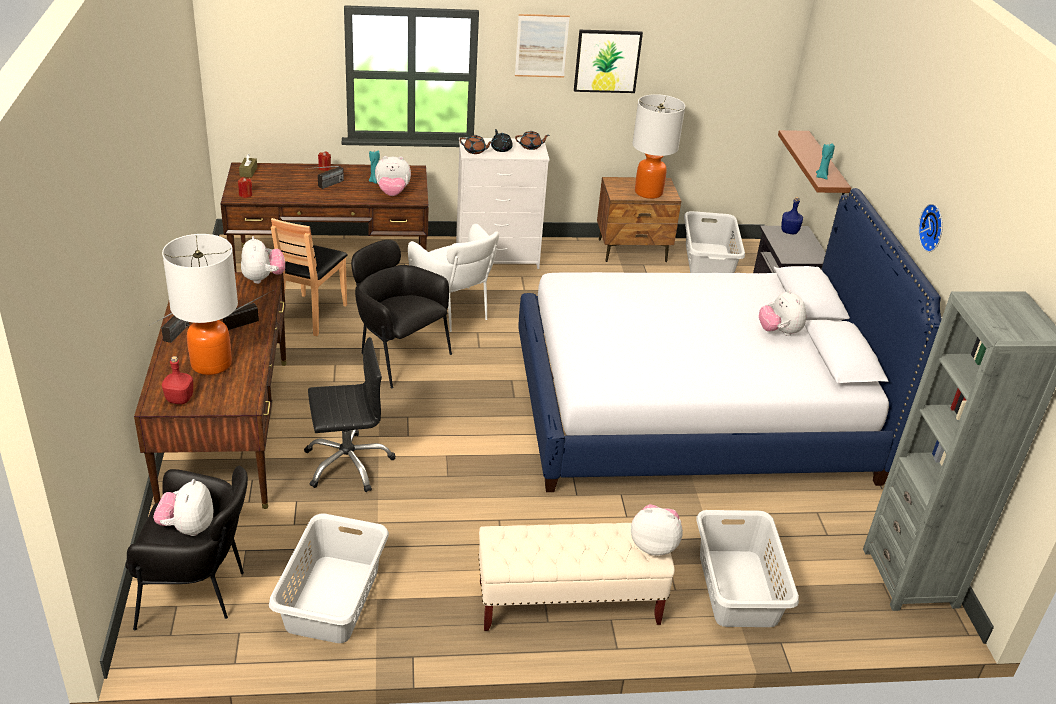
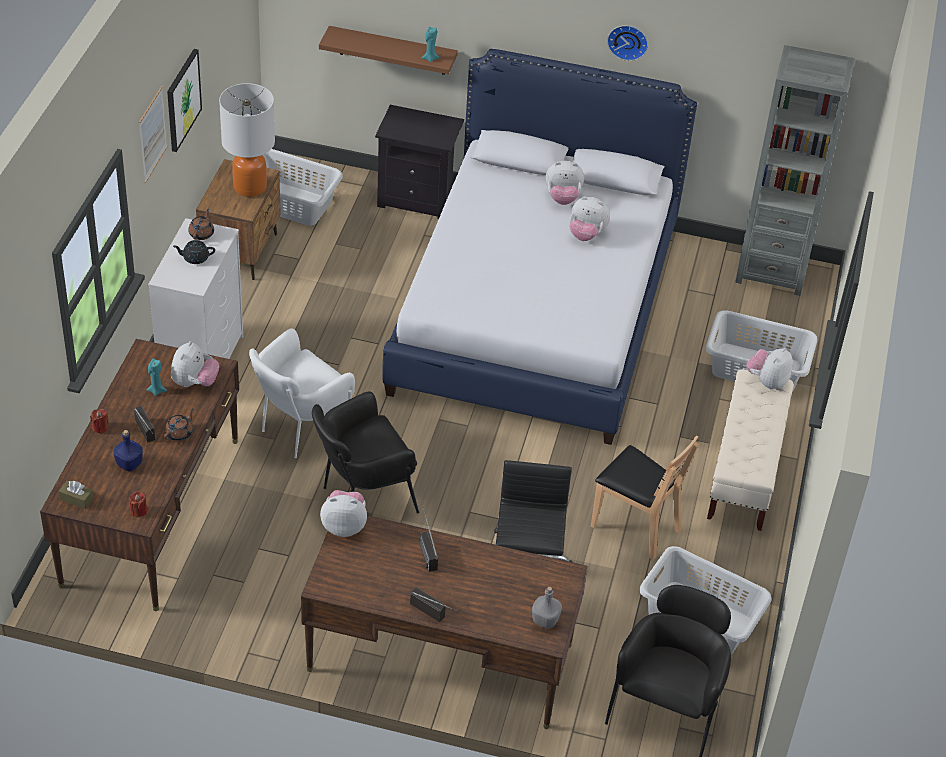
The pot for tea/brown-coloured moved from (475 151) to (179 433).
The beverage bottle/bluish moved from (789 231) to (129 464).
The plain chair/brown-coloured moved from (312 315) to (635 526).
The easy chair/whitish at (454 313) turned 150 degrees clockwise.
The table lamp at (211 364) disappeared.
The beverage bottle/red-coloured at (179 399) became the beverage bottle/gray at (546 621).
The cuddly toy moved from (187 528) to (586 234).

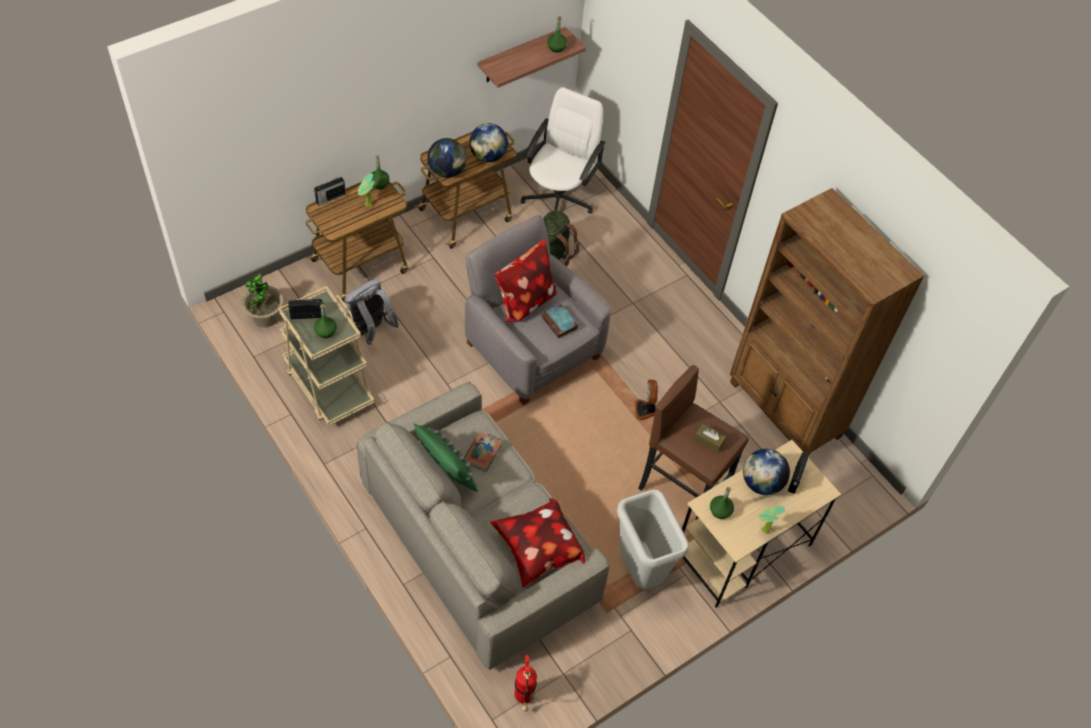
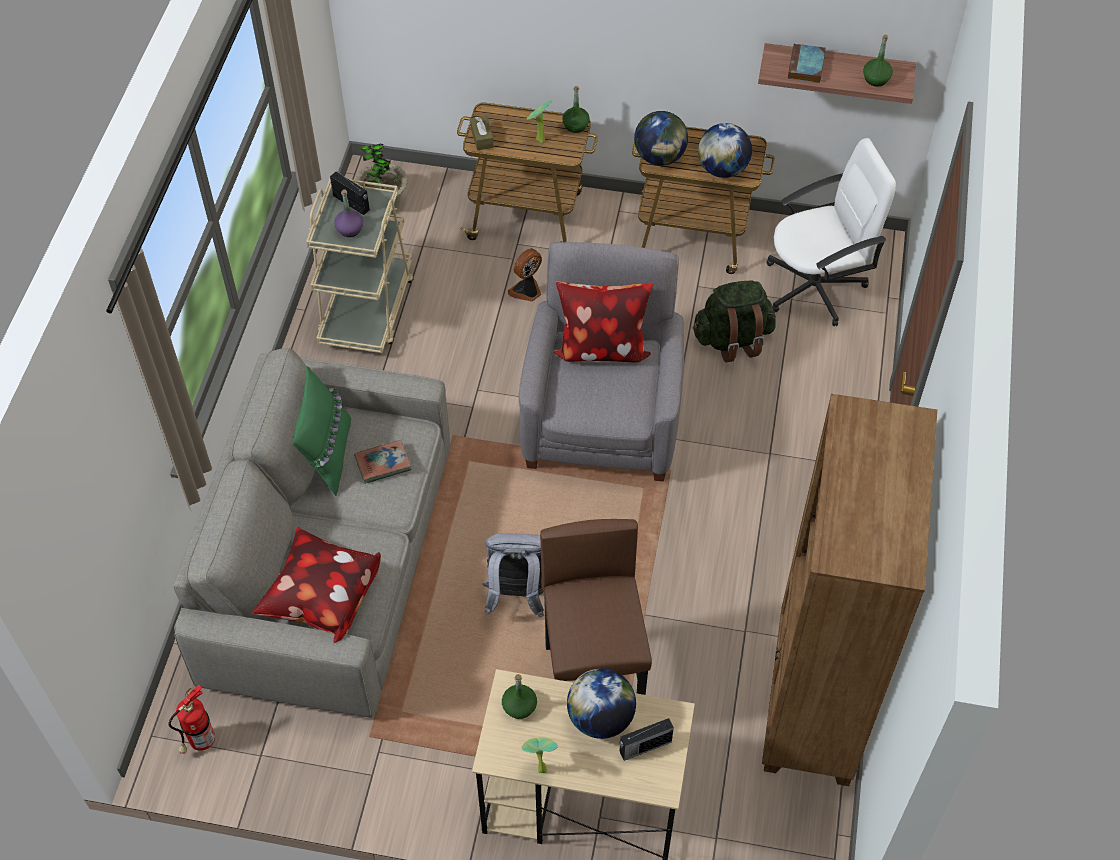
The radio receiver at (330 198) disappeared.
The knapsack/gray moved from (370 331) to (517 596).
The beverage bottle/green at (326 331) became the beverage bottle/purplish at (350 229).
The book moved from (560 323) to (806 67).
The electric fan moved from (646 410) to (527 291).
The tissue box/brown-coloured moved from (709 441) to (482 138).
The trash can/gray at (639 571) disappeared.

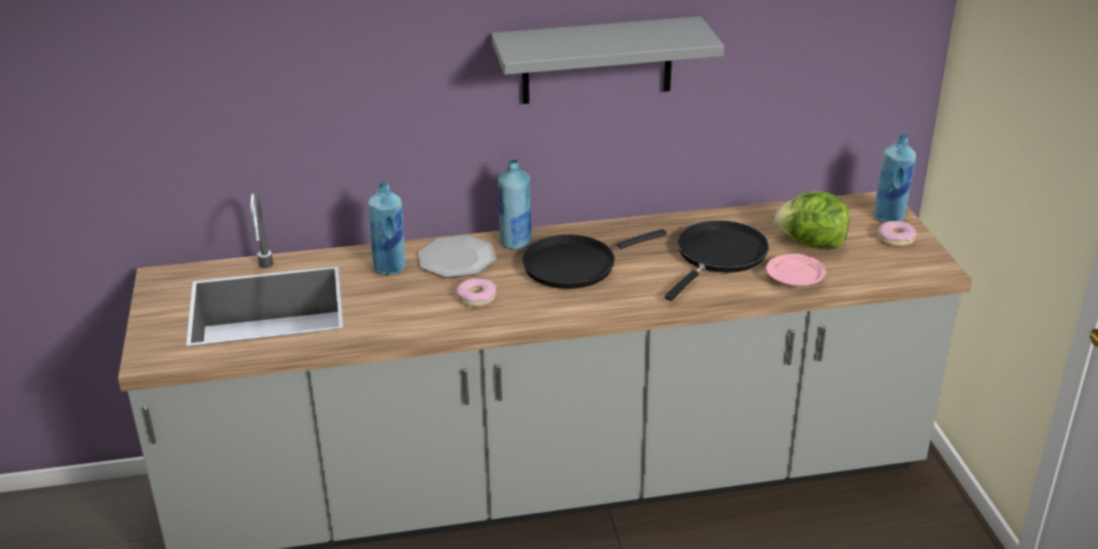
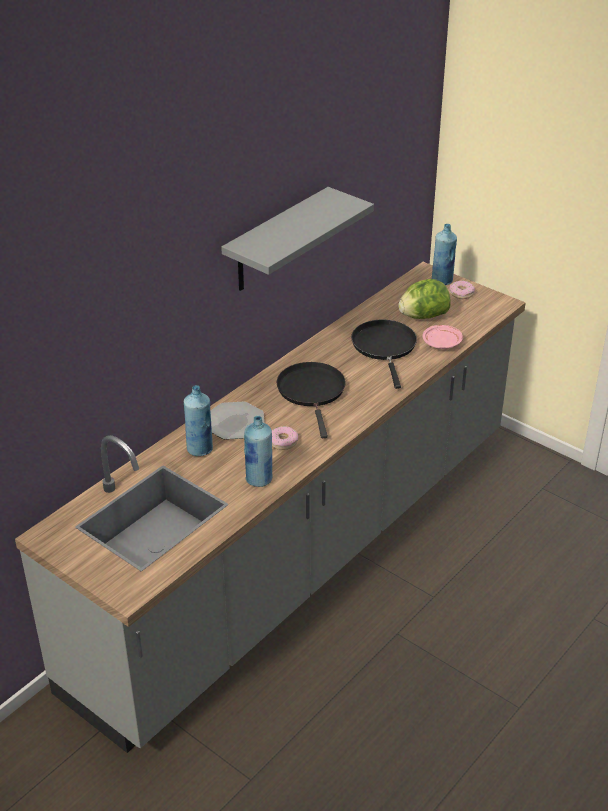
The beverage bottle/bluish moved from (515 243) to (259 479).
The pan/blackish at (575 265) turned 150 degrees clockwise.

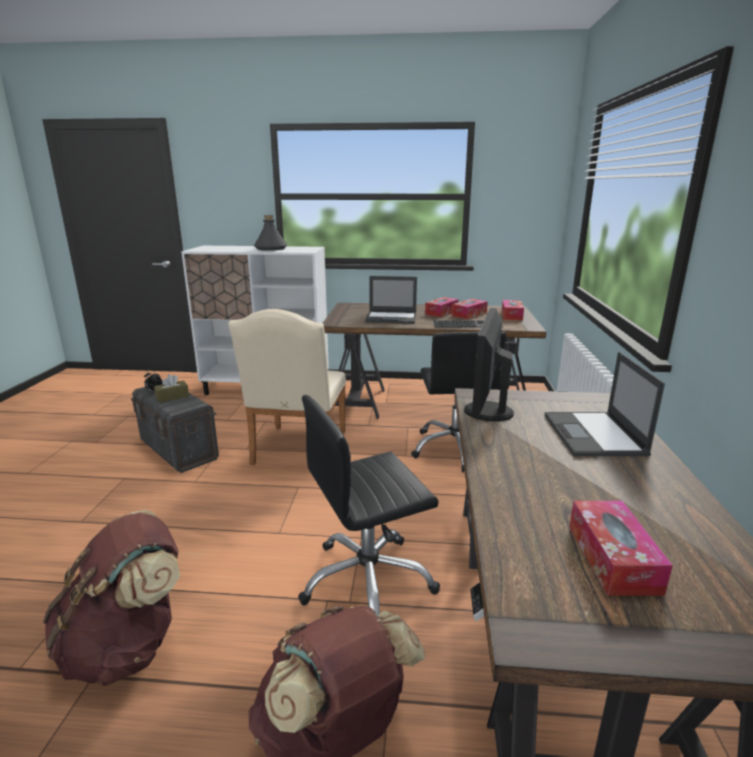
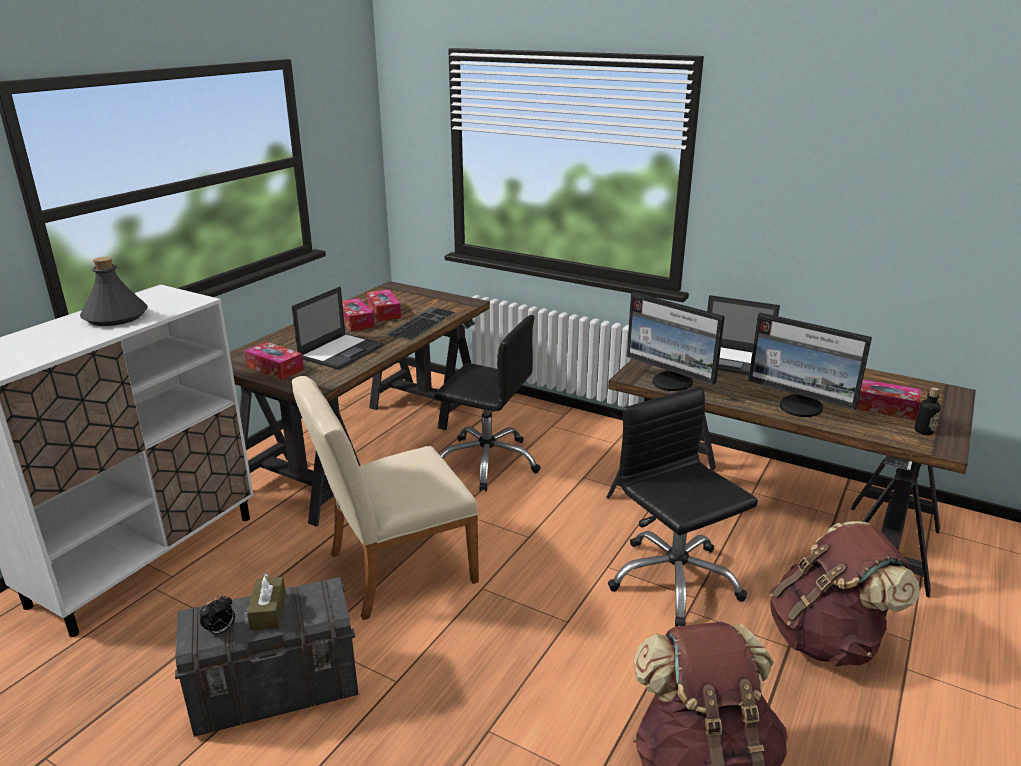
The tissue box moved from (511 315) to (275 368).
The plain chair/beige at (297 450) turned 120 degrees clockwise.
The computer chair/blackish at (368 582) turned 150 degrees clockwise.
The computer screen at (801 407) appeared.
The beverage bottle at (923 431) appeared.

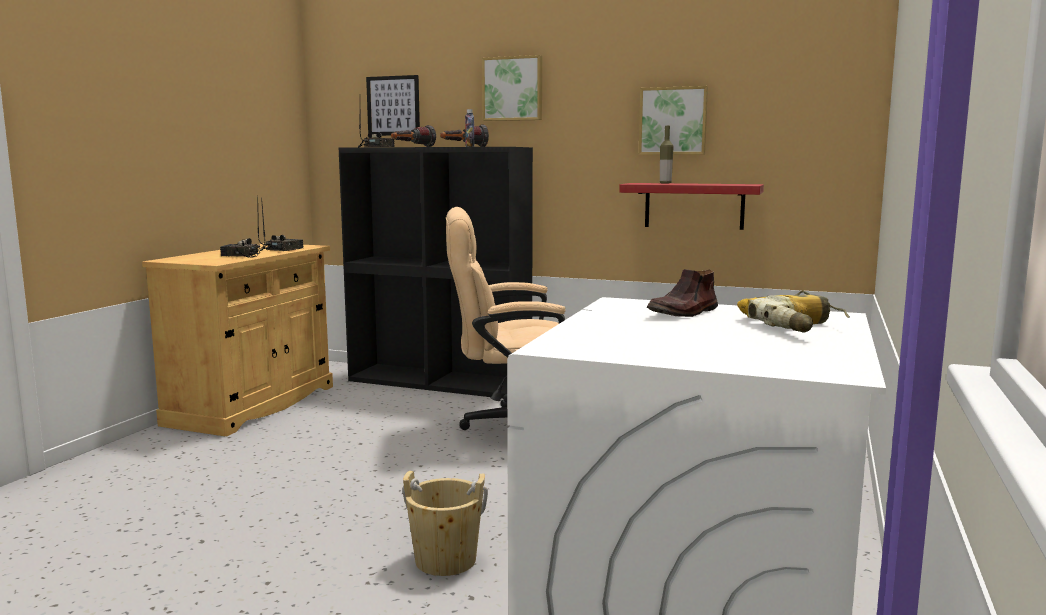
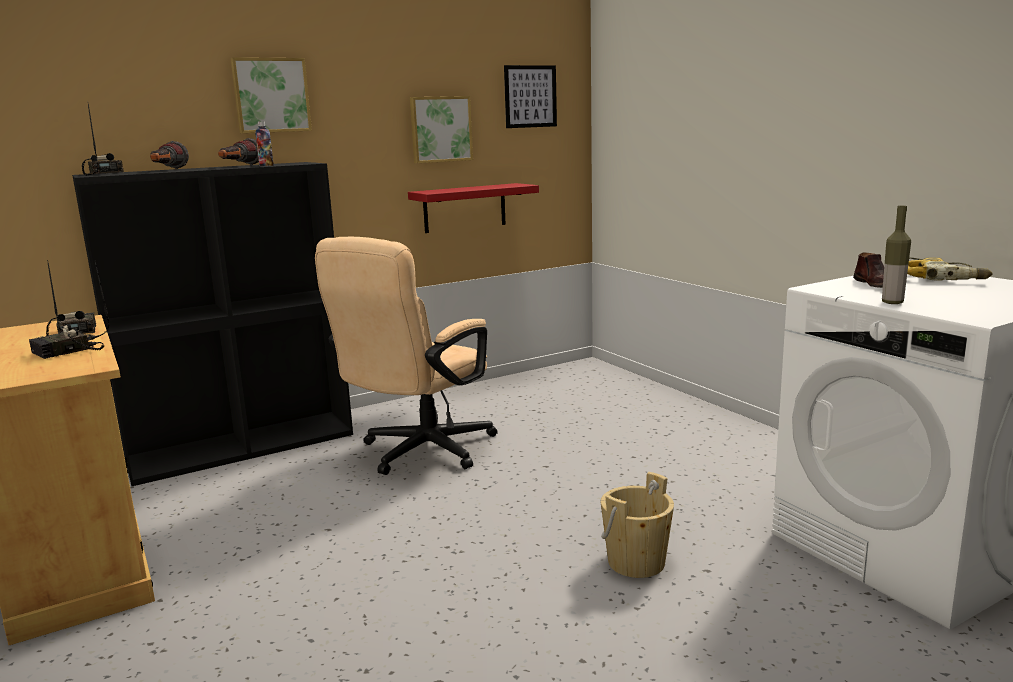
The wall art moved from (393 106) to (530 96).
The beverage bottle moved from (665 183) to (892 302).

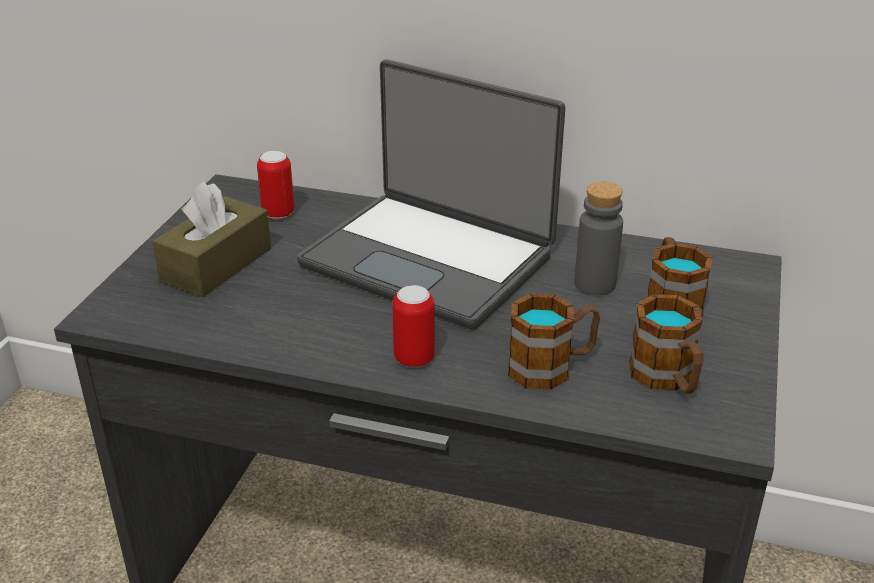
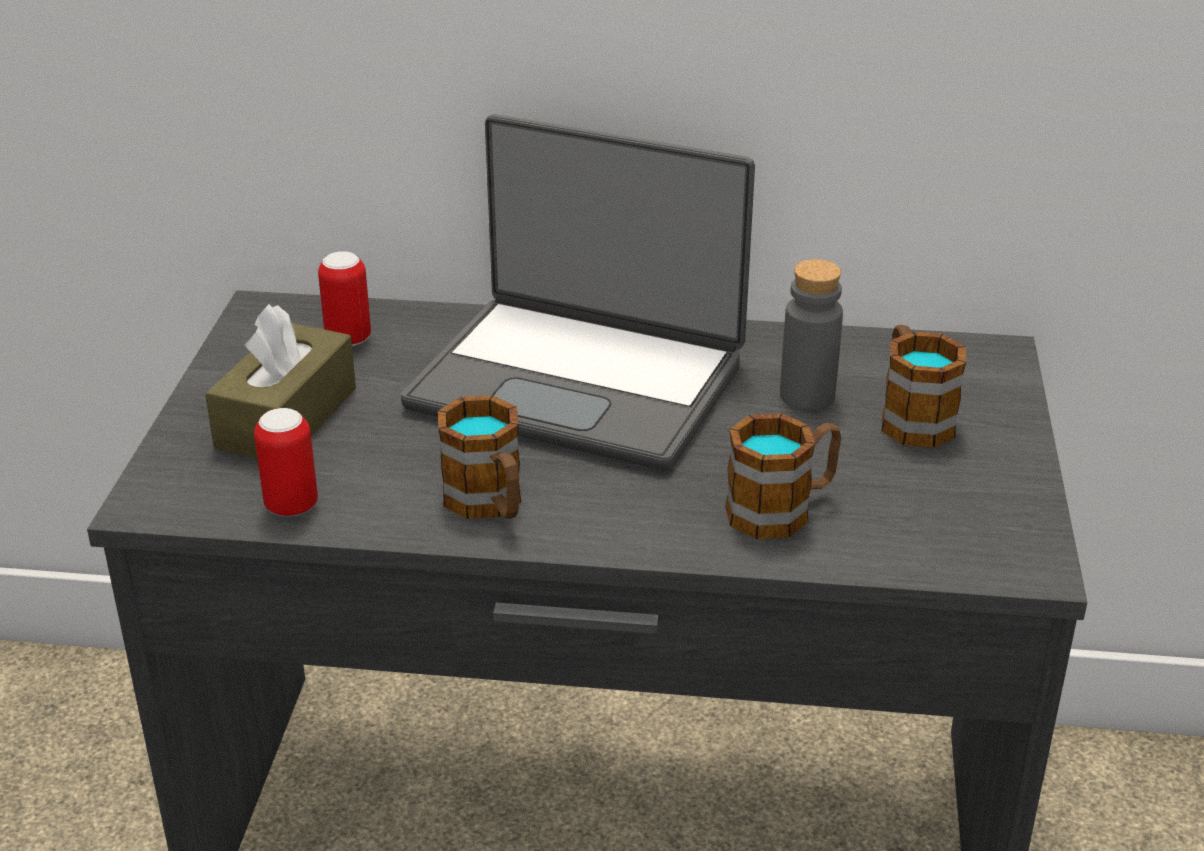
The can moved from (414 359) to (291 506).
The mug moved from (667 379) to (489 504).

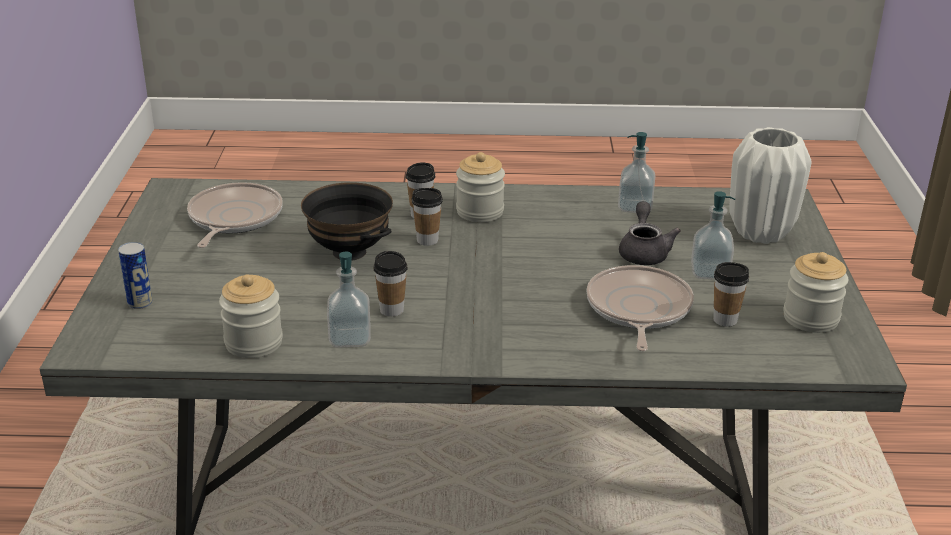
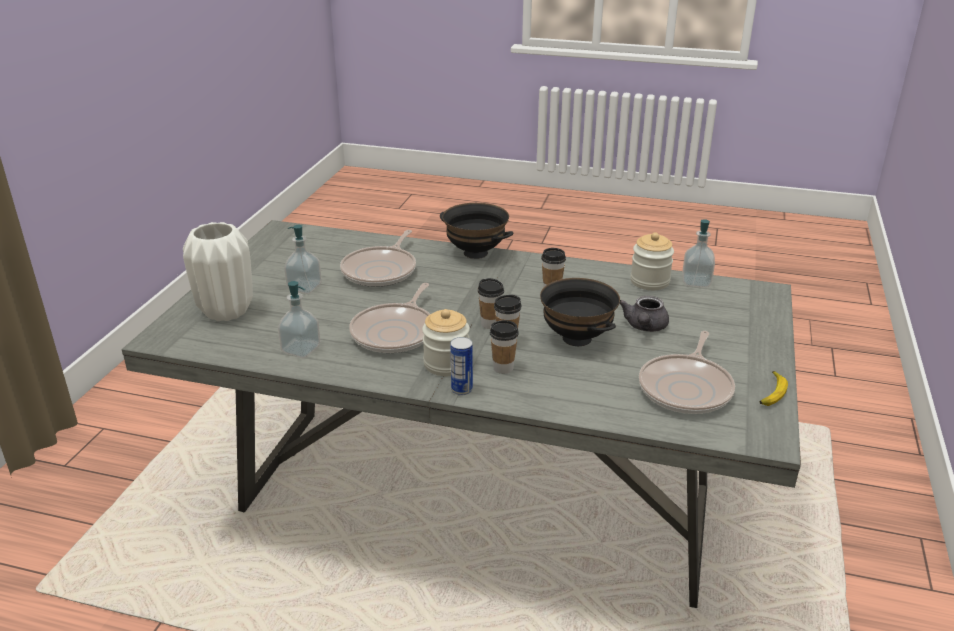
The pot for tea/gray moved from (644 252) to (644 327).
The can moved from (140 303) to (461 389).
The soap dispenser moved from (350 338) to (696 282).
The preserve jar at (810 318) disappeared.
The drinking cup moved from (725 320) to (490 324).
The bowl/blackish at (476 253) appeared.
The pan at (395 332) appeared.
The banana fruit at (771 393) appeared.

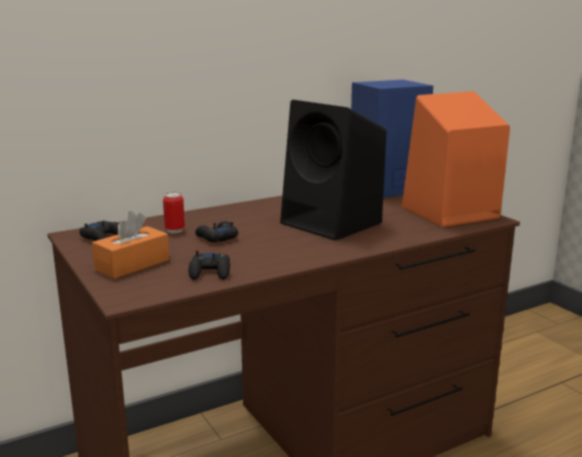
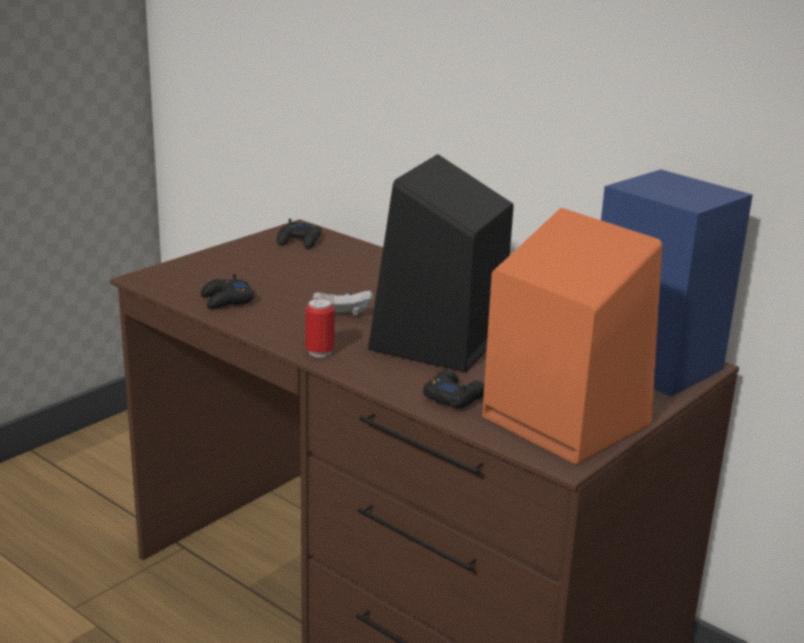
The can moved from (175 230) to (320 352).
The tissue box/orange at (132 264) disappeared.
The joypad/blackish moved from (216 237) to (455 397).
The joypad/whitish at (341 317) appeared.

